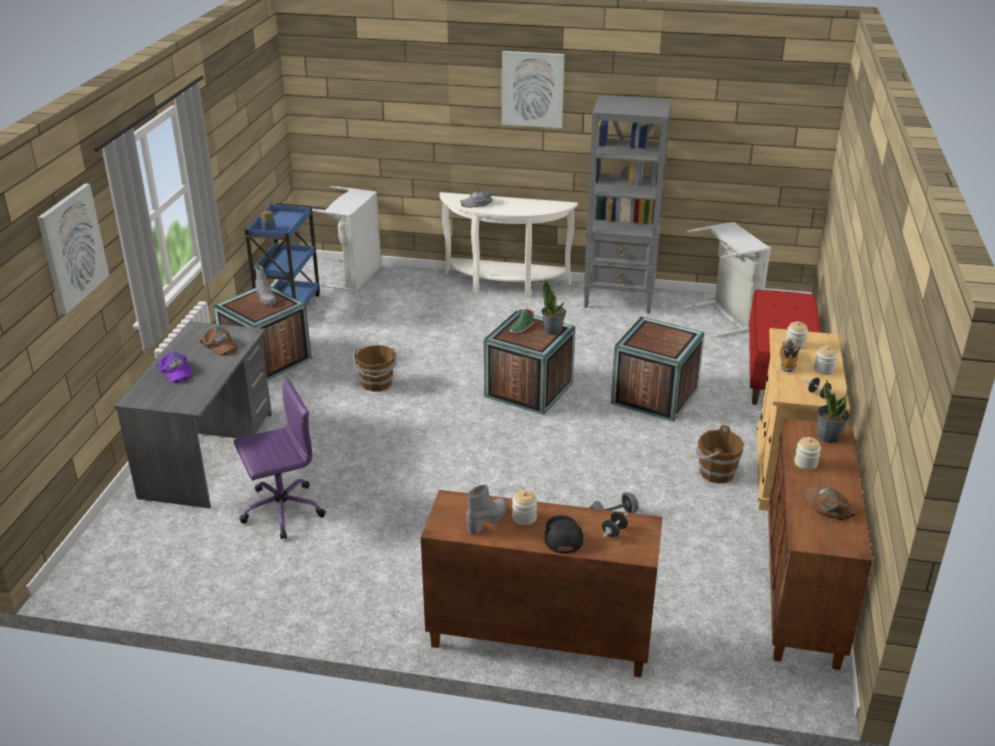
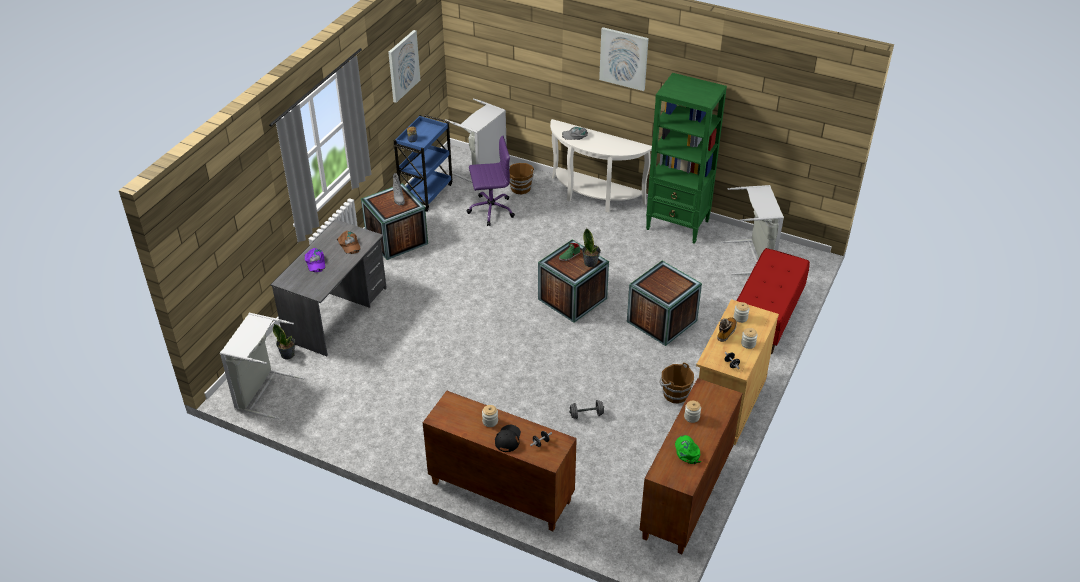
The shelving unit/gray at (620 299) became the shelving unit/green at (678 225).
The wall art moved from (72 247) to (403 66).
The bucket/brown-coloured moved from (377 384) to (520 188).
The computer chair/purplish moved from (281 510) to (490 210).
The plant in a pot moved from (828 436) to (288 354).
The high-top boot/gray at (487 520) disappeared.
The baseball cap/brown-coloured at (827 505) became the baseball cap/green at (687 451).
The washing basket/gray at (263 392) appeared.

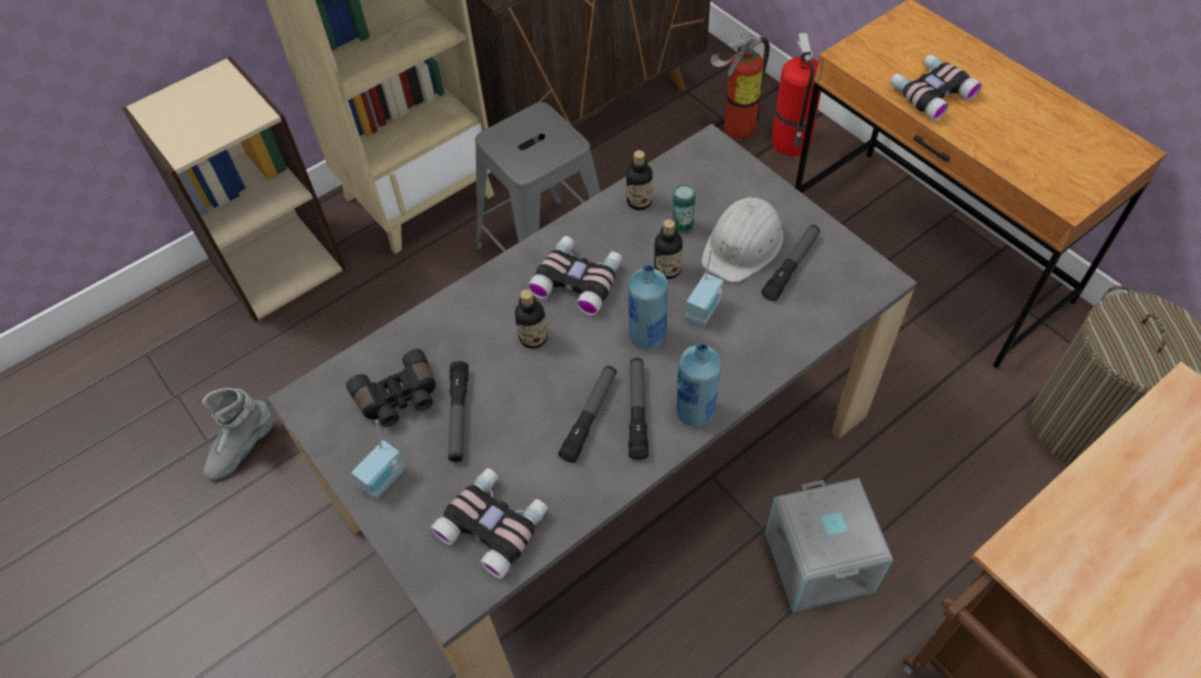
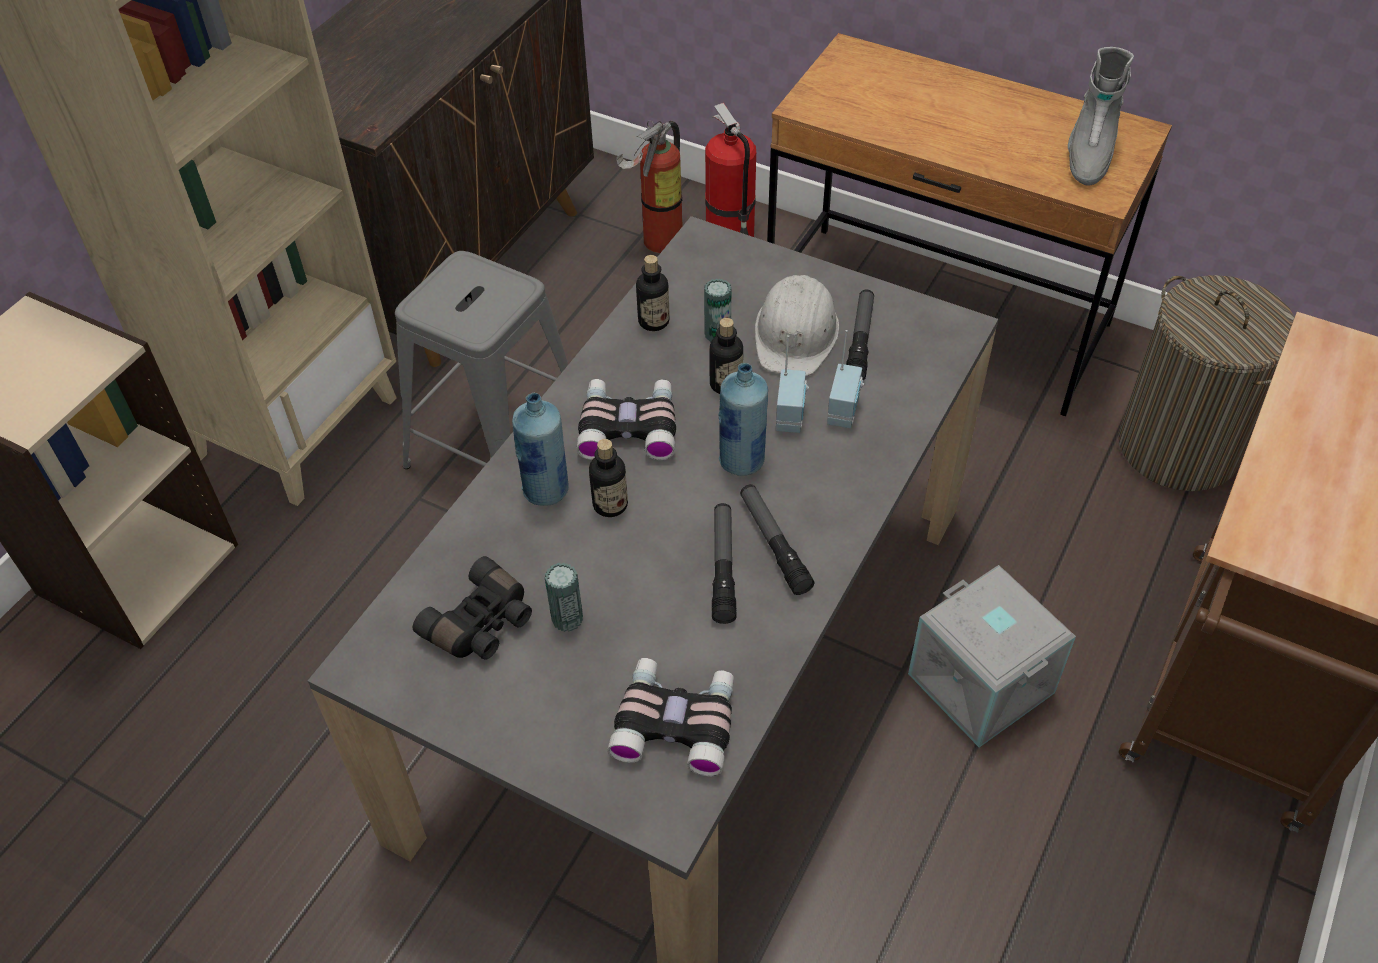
The binoculars at (930 92) disappeared.
The beverage bottle/bluish moved from (695 412) to (546 491).
The flashlight at (459 416) was replaced by the can at (567 618).
The high-top boot/gray moved from (242 448) to (1088 154).
The radio receiver moved from (385 480) to (845 411).

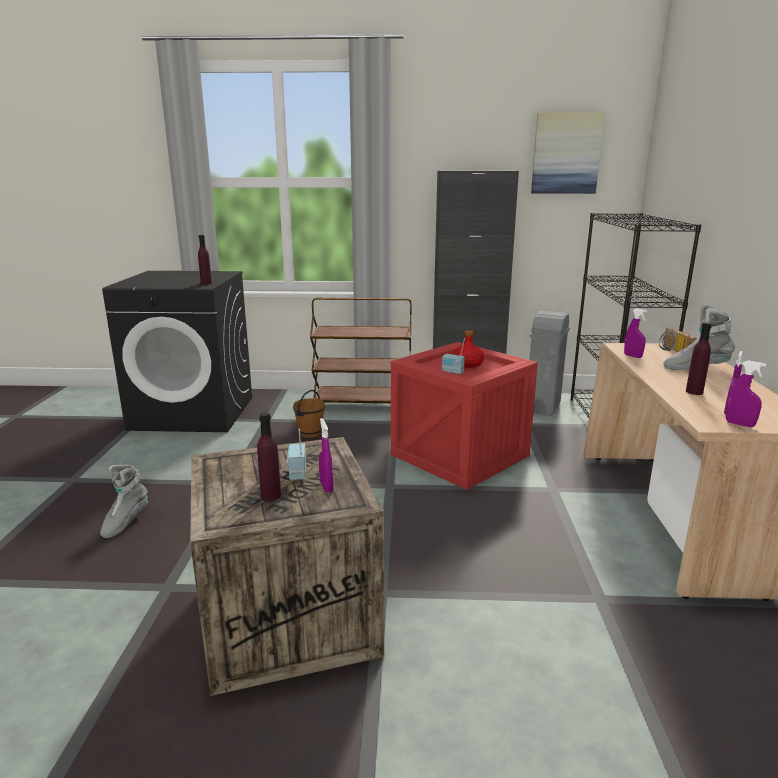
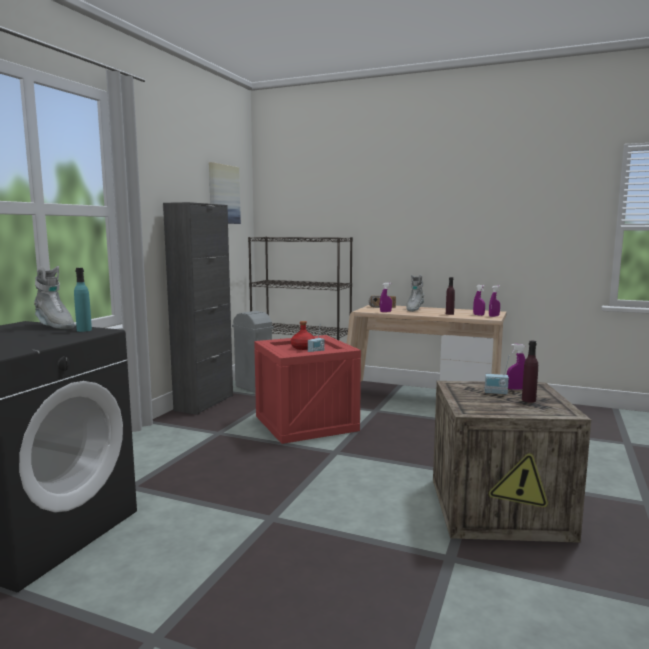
The beverage bottle/purplish at (206 283) became the beverage bottle/turquoise-coloured at (84 330).
The trolley/brown-coloured at (363 406) disappeared.
The bucket/brown-coloured at (310 433) disappeared.
The high-top boot/gray moved from (125 522) to (54 326).

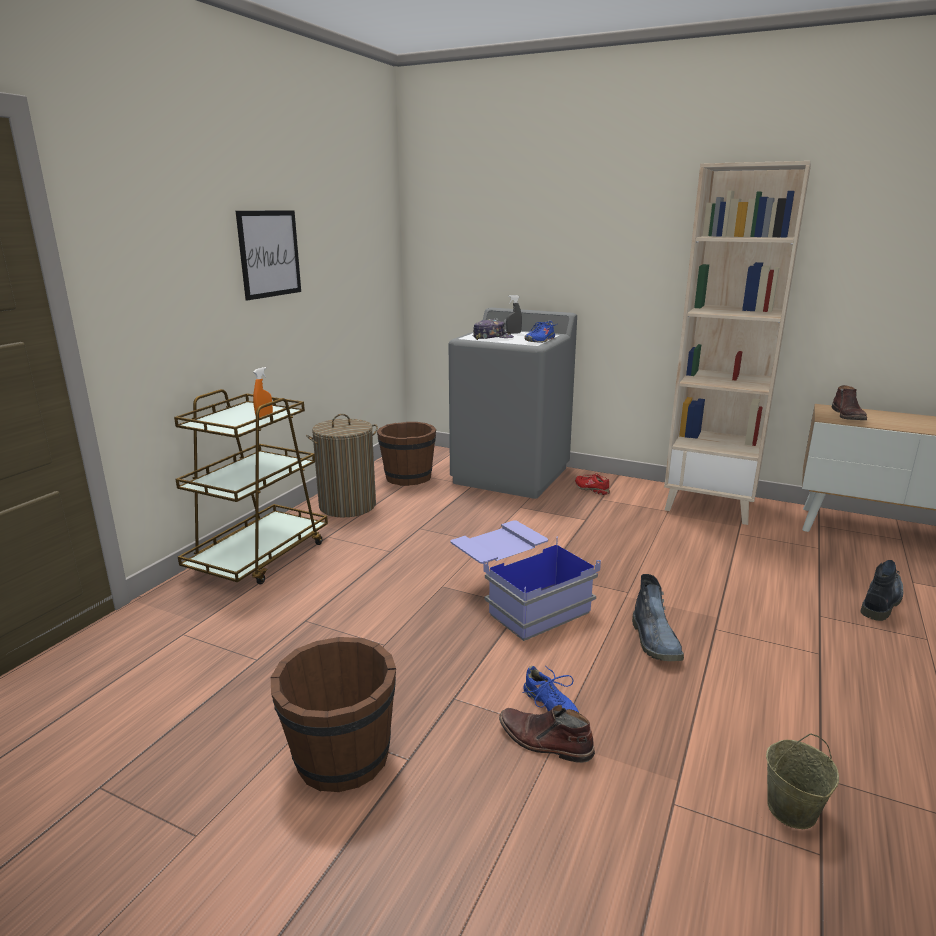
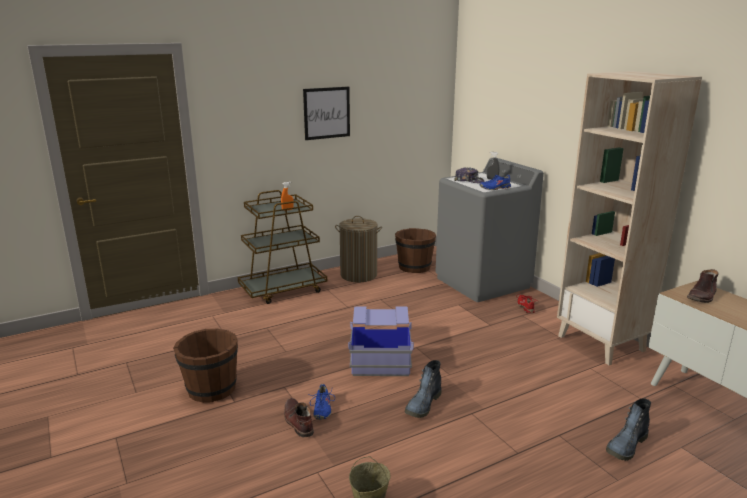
The high-top boot at (880 600) turned 150 degrees clockwise.

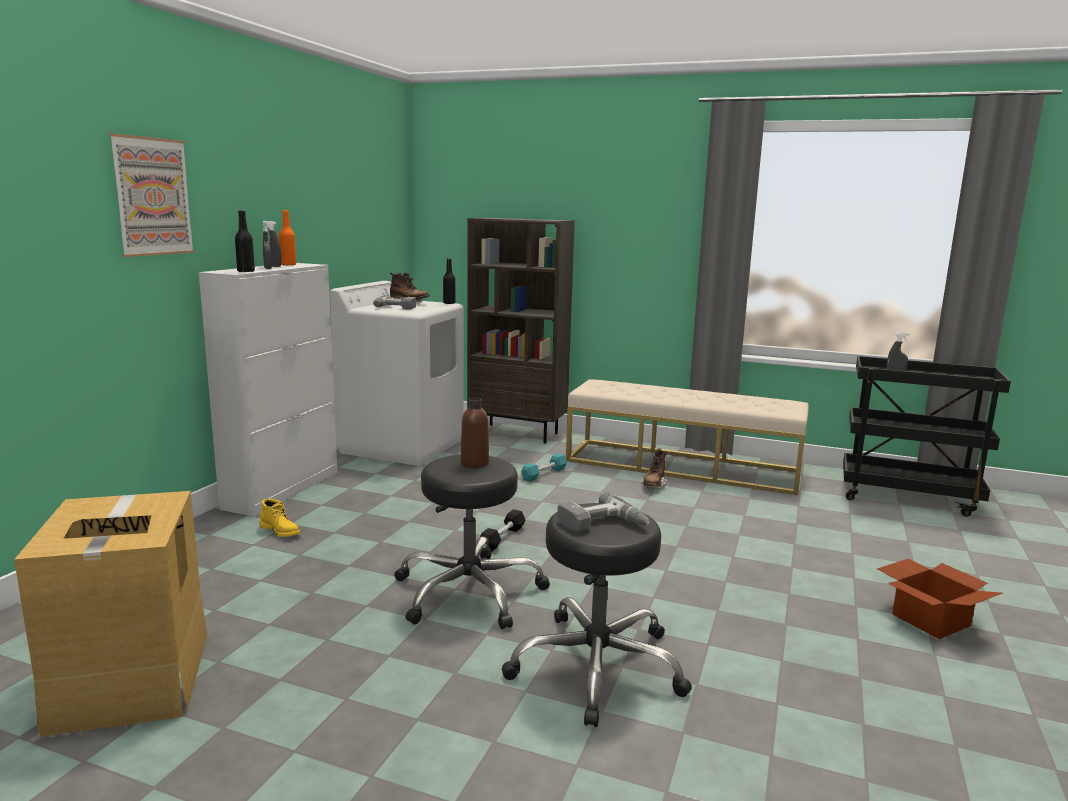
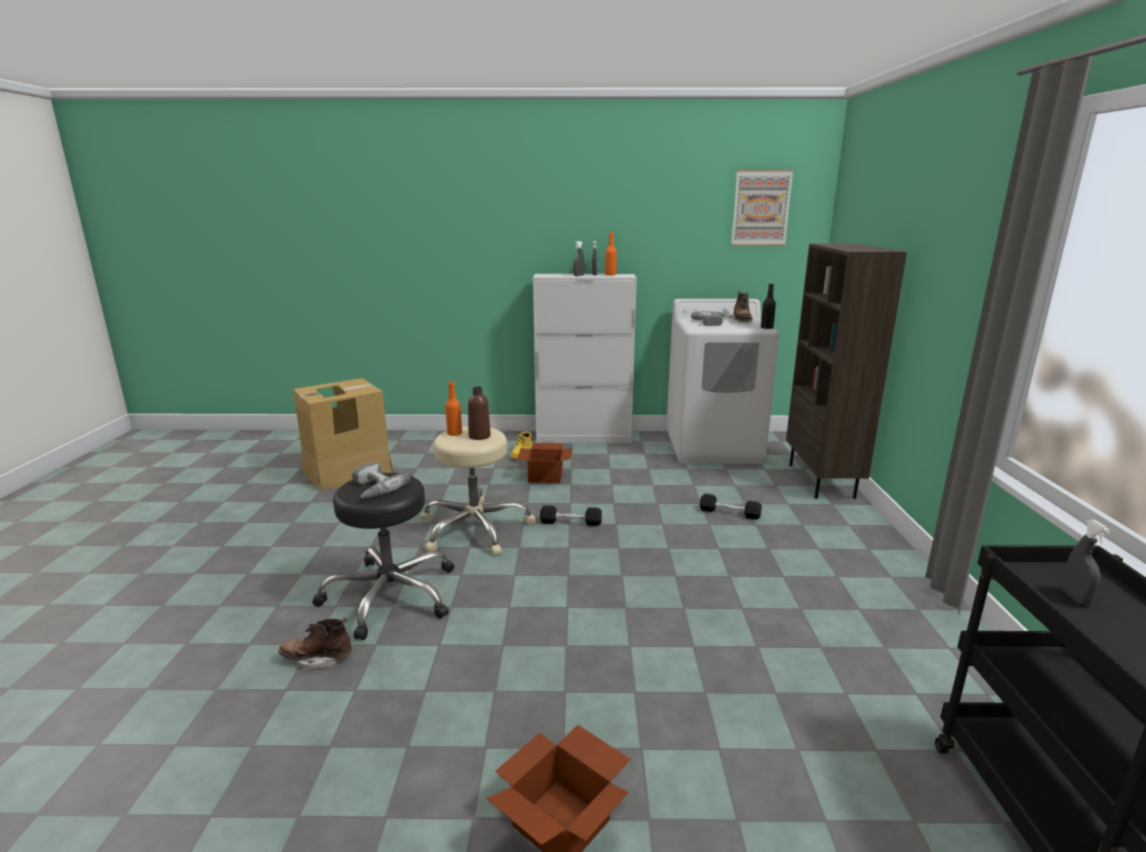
The wall art moved from (152 196) to (761 208).
The beverage bottle/blackish at (246 271) disappeared.
The bench/beige at (682 466) disappeared.
The high-top boot/brown-coloured moved from (654 485) to (317 659).
The dumbbell/turquoise-coloured at (544 474) became the dumbbell/blackish at (729 513).
The stool seat/blackish at (469 592) became the stool seat/beige at (474 529).
The beverage bottle/orange at (454 434) appeared.
The cardboard box at (546 476) appeared.

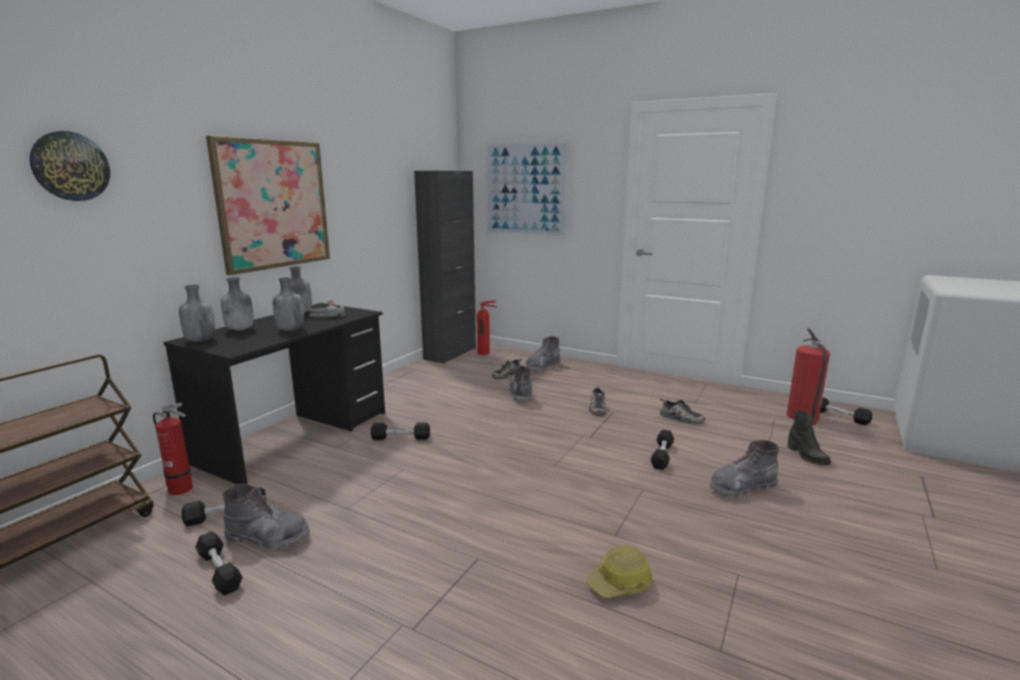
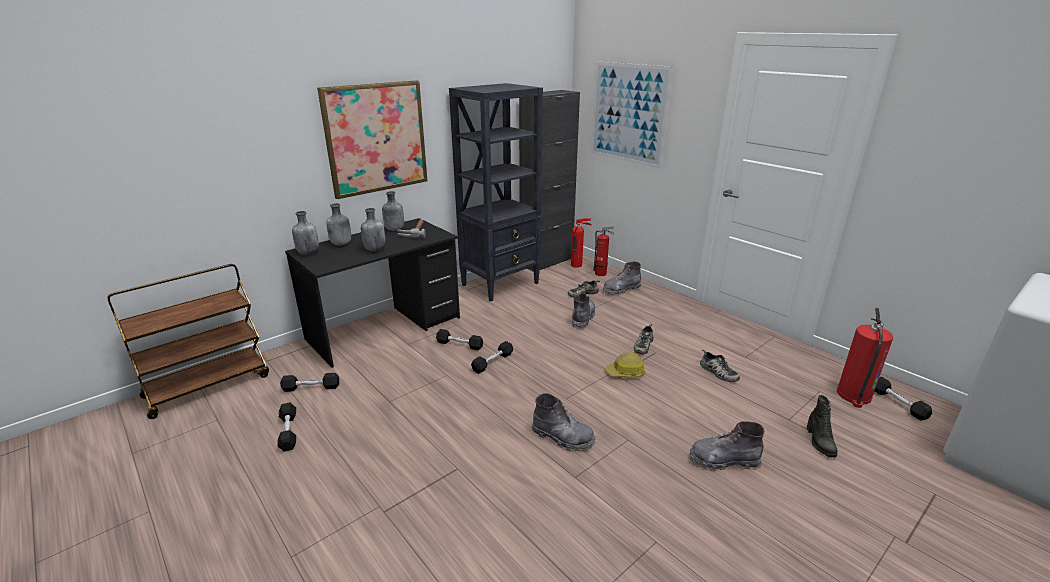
The hanging clock at (70 166) disappeared.
The fire-fighting cylinder moved from (183 489) to (602 274).
The dumbbell/blackish moved from (662 456) to (492 362).
The high-top boot/gray moved from (268 538) to (562 437).
The safety helmet moved from (620 583) to (625 372).
The shelving unit/blackish at (501 284) appeared.

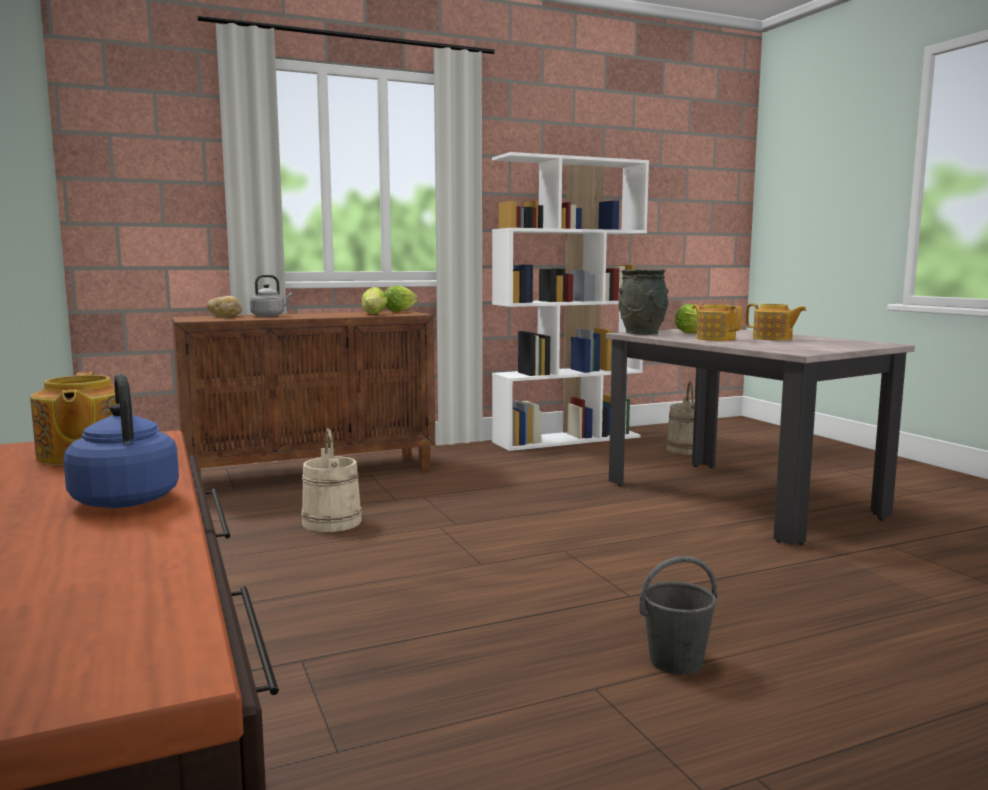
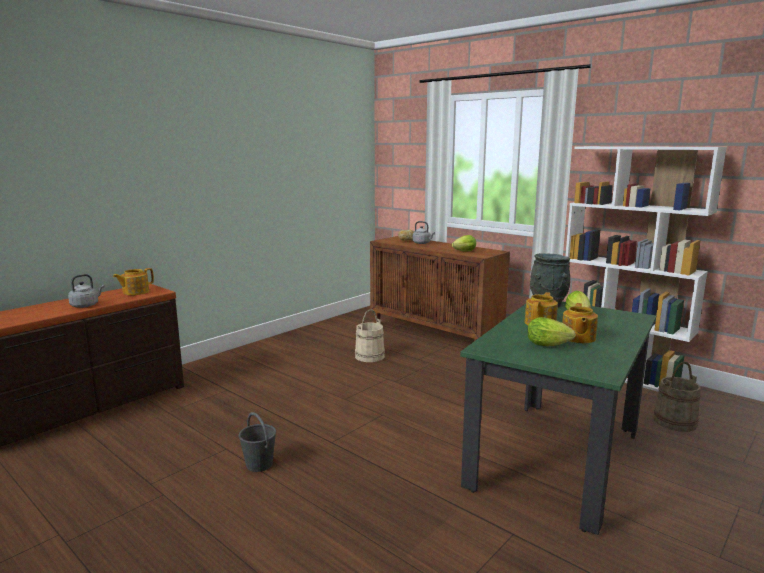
The lettuce head moved from (401 311) to (550 345).
The dinner table/beige at (739 499) became the dinner table/green at (556 458).
The water kettle/bluish at (125 499) became the water kettle/gray at (86 305).

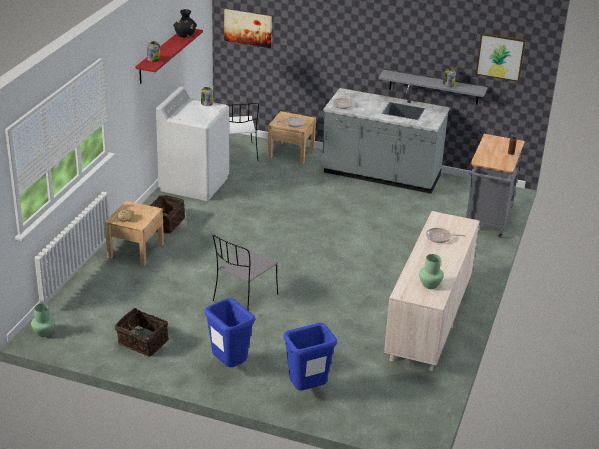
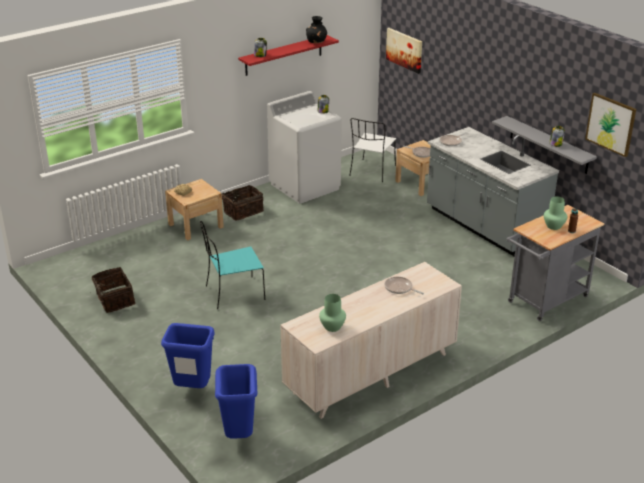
The plain chair/gray at (244 298) became the plain chair/turquoise-coloured at (233 293).
The trash can/bluish moved from (229 366) to (239 436).
The decorative vase/green moved from (43 332) to (553 226).

